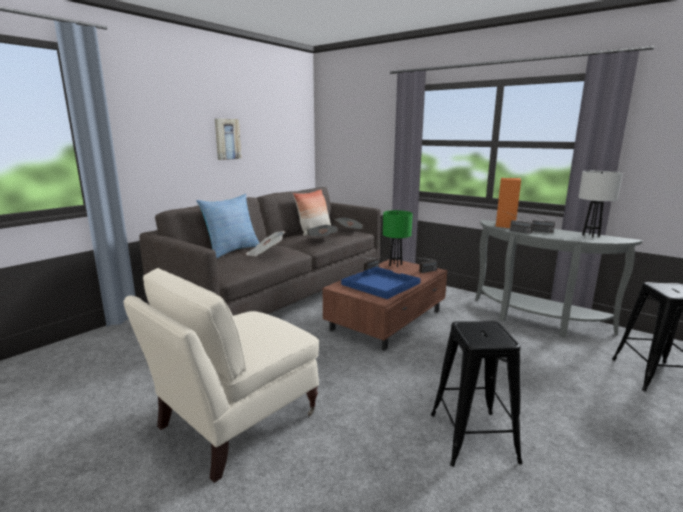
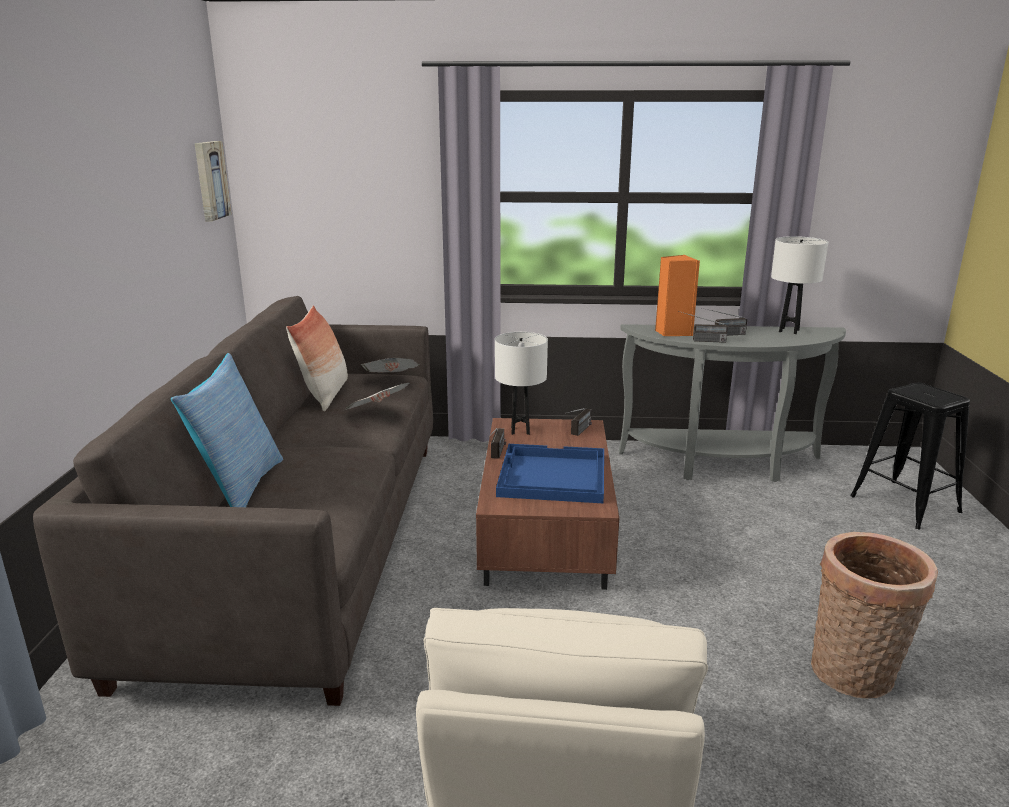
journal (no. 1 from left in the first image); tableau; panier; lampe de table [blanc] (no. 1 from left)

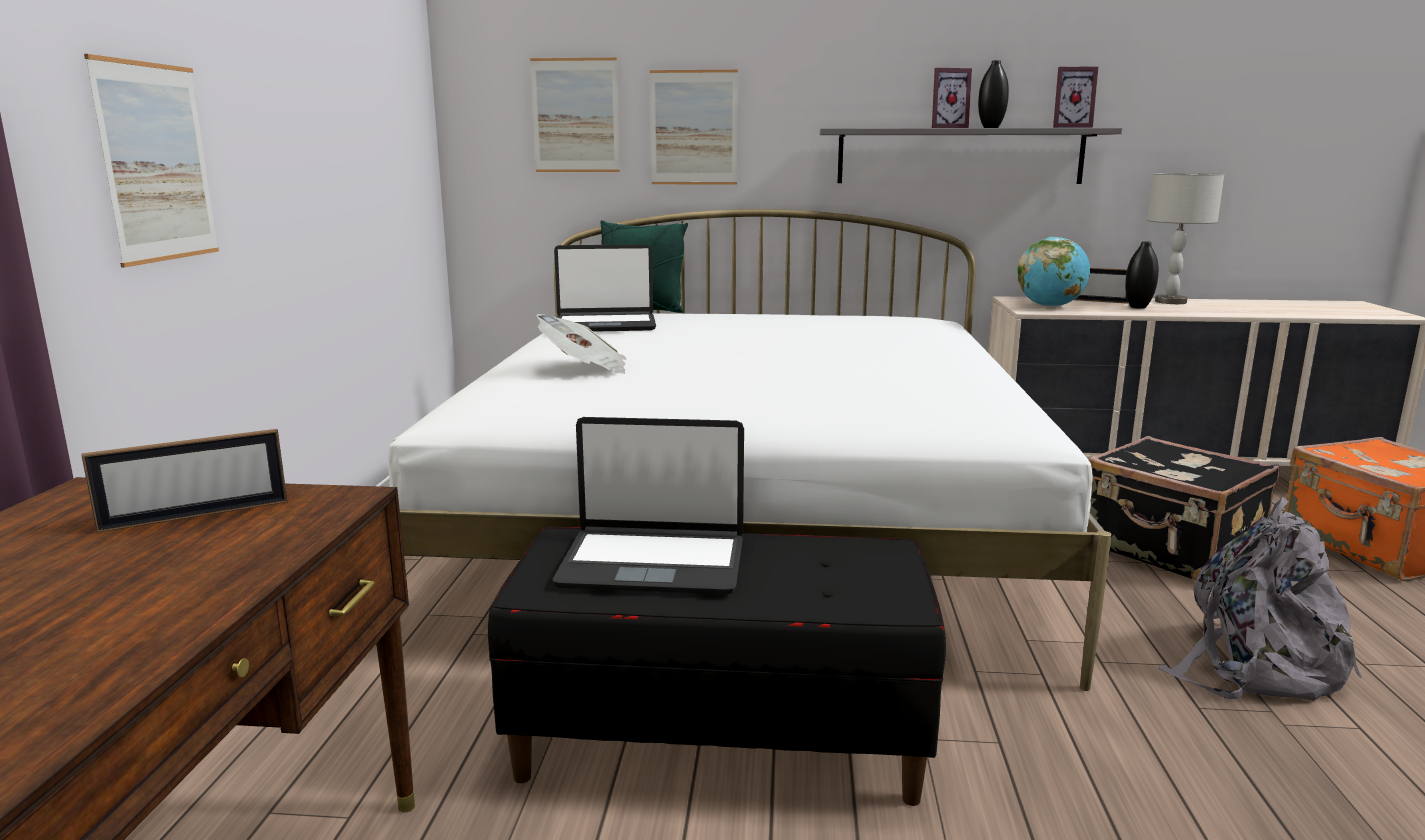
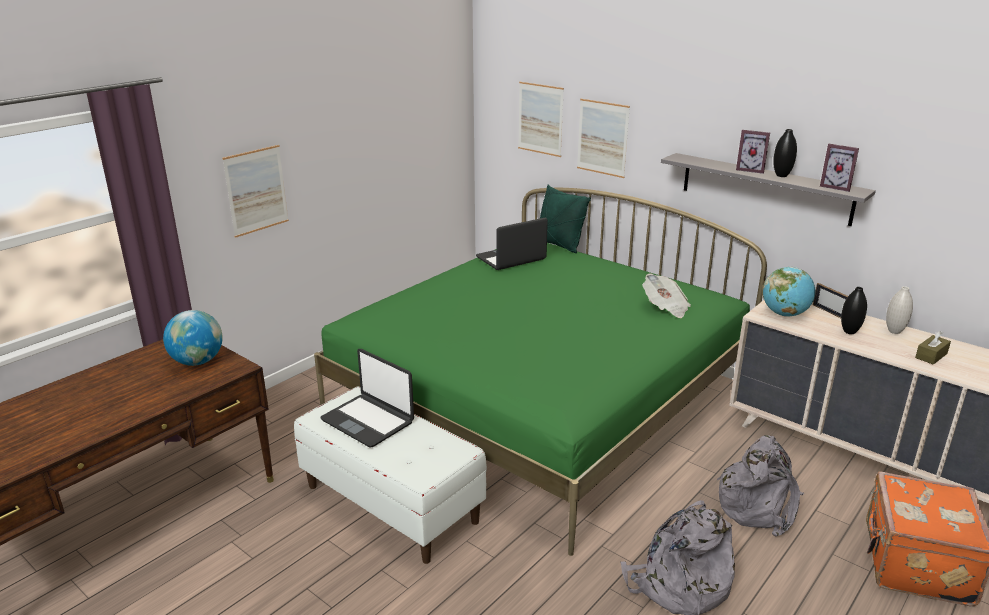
boîte à mouchoirs [marron]; journal; globe (no. 1 from left); sac à dos [gris] (no. 2 from left); vase [blanc]; lit [vert]; banc [blanc]; ordinateur portable (no. 2 from left)

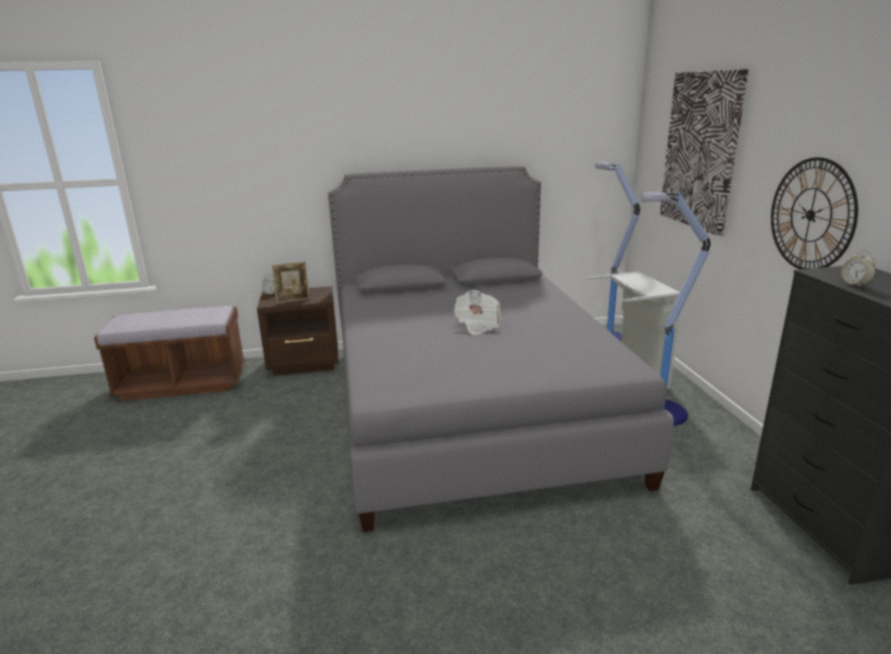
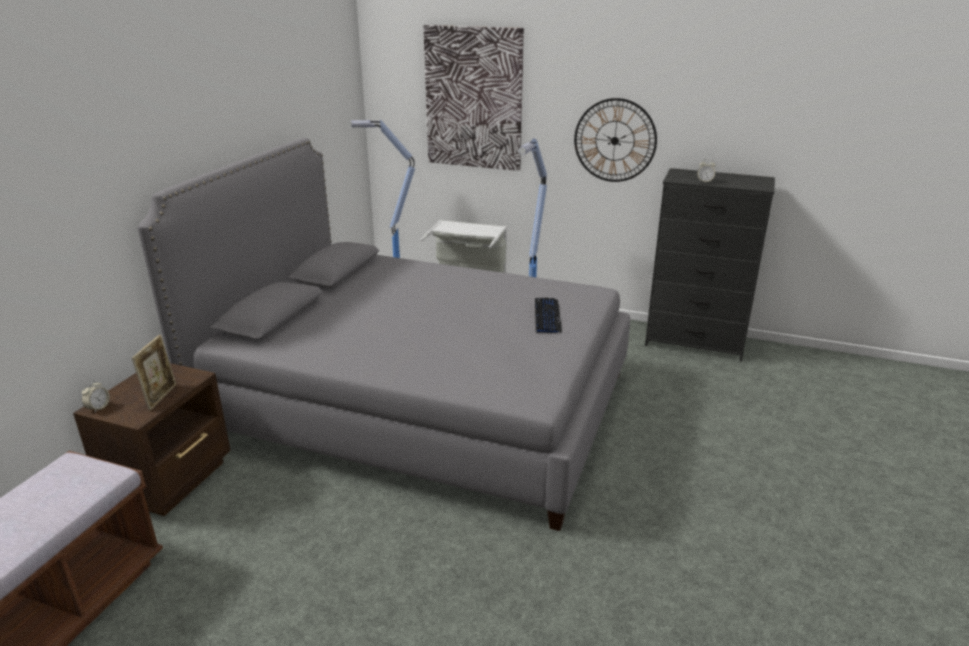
journal; clavier

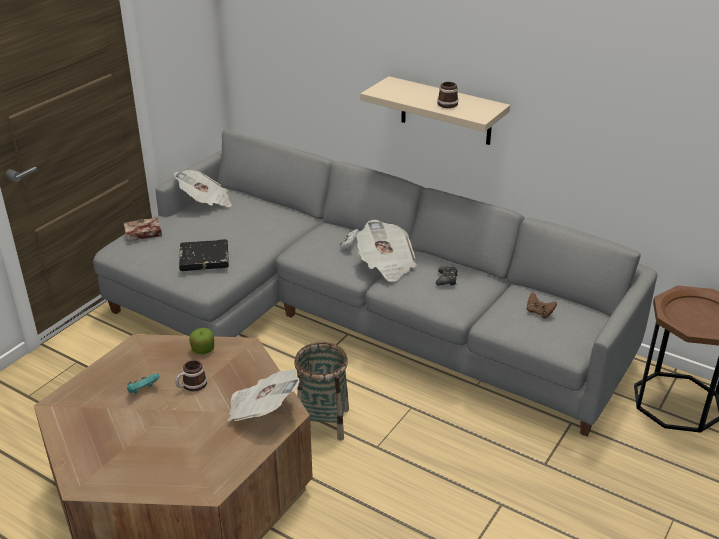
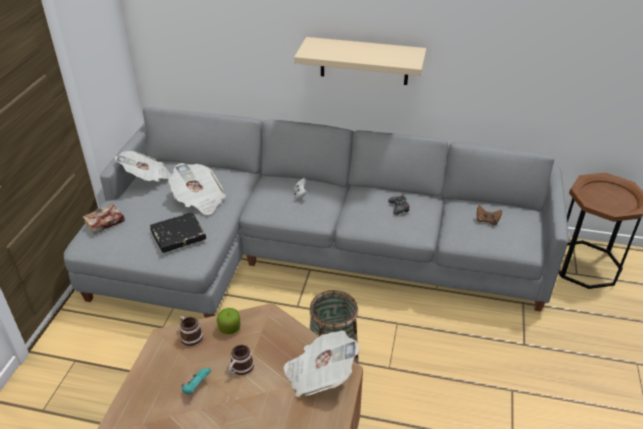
journal (no. 2 from left); mug (no. 1 from left)

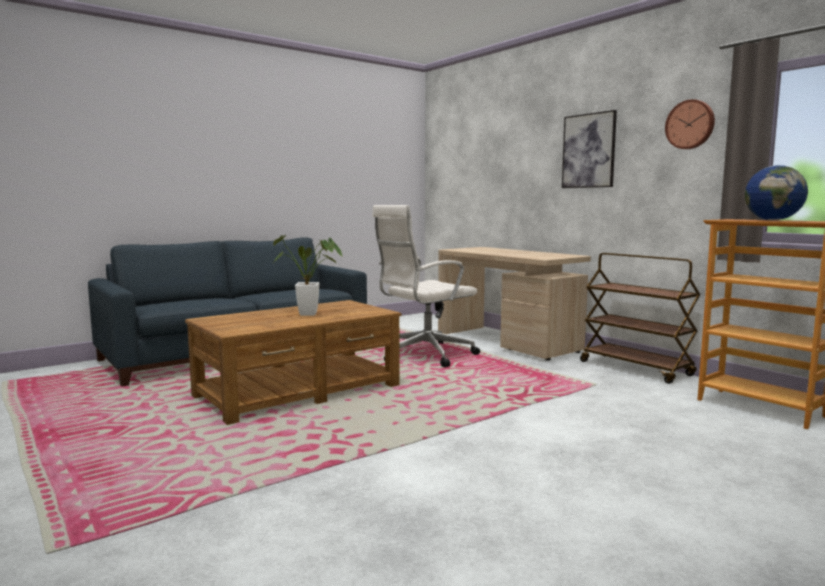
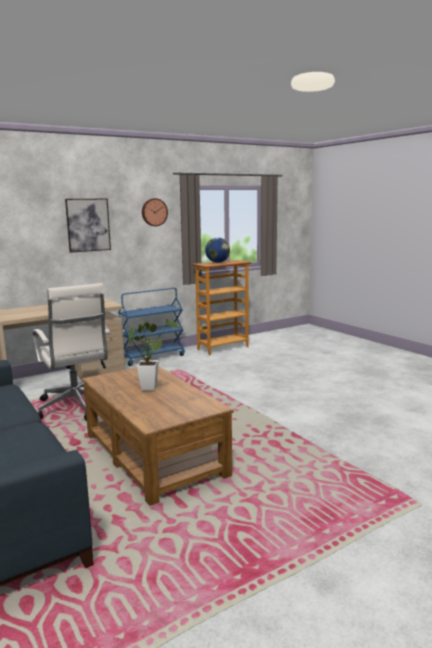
chariot [bleu]

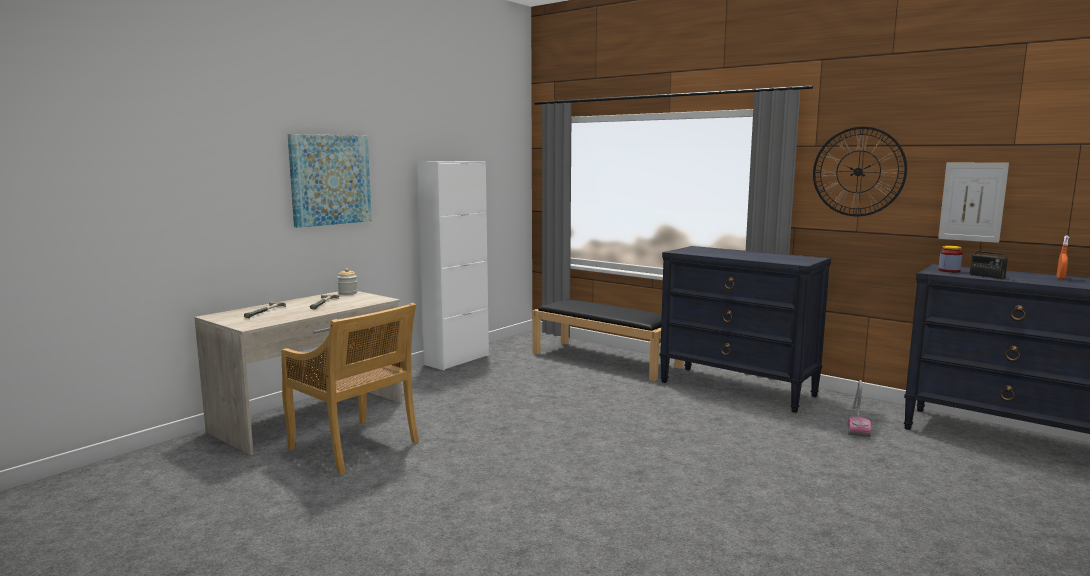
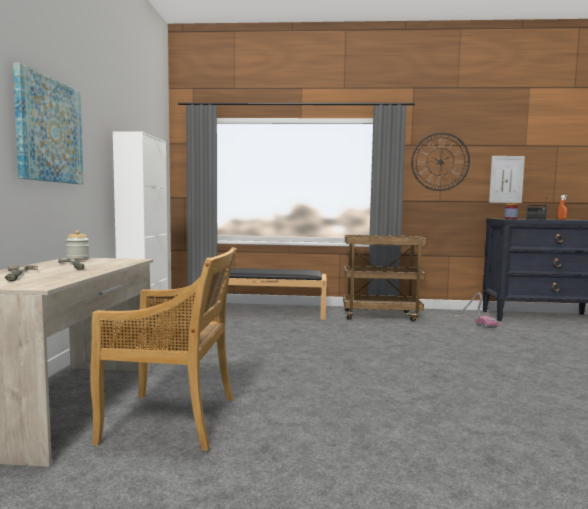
chariot [marron]

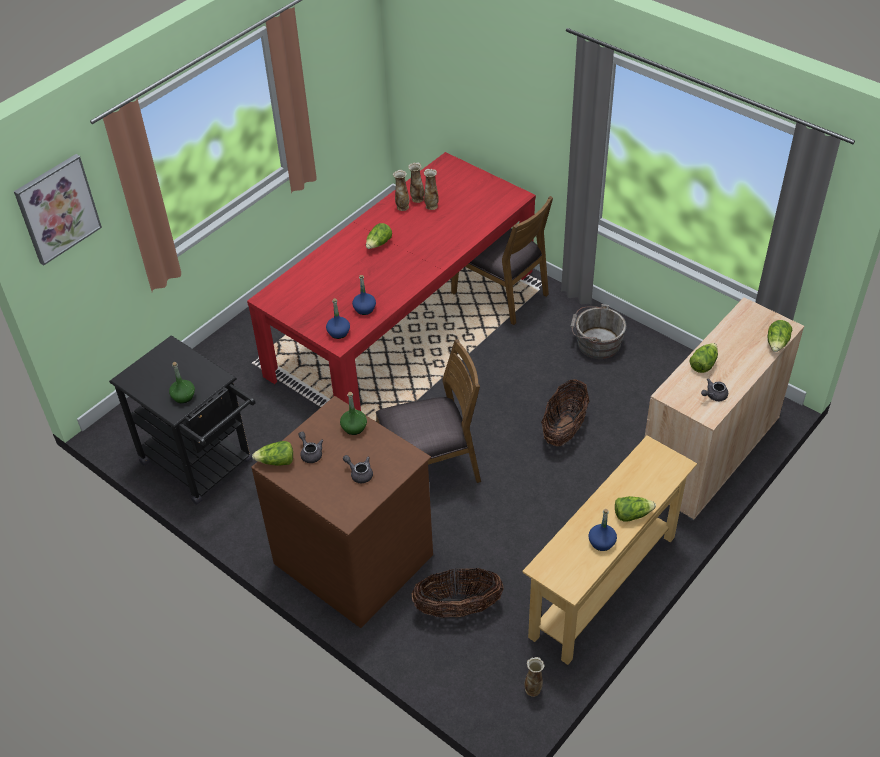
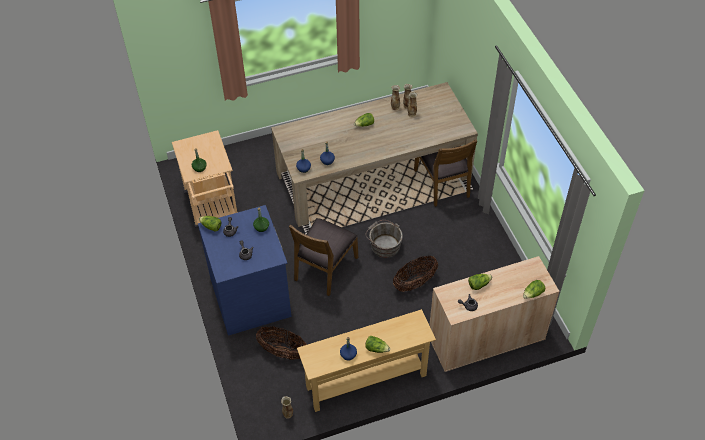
tableau; seau [gris]; chariot [beige]; table à manger [beige]; commode [bleu]; chaise [marron] (no. 1 from left)

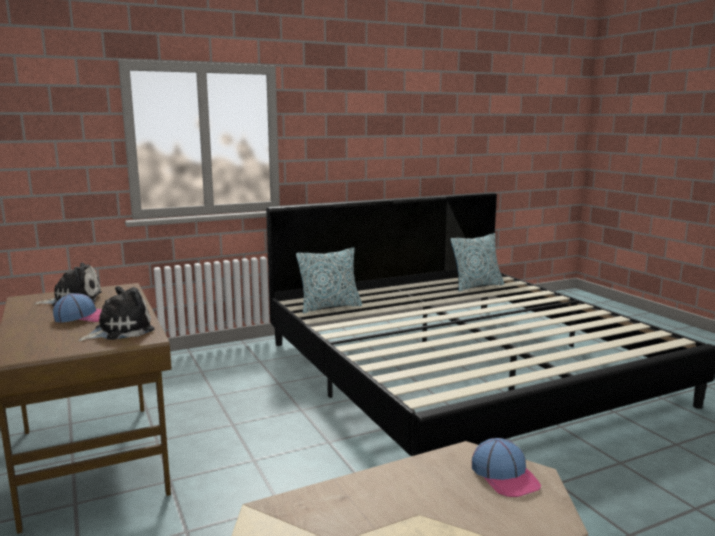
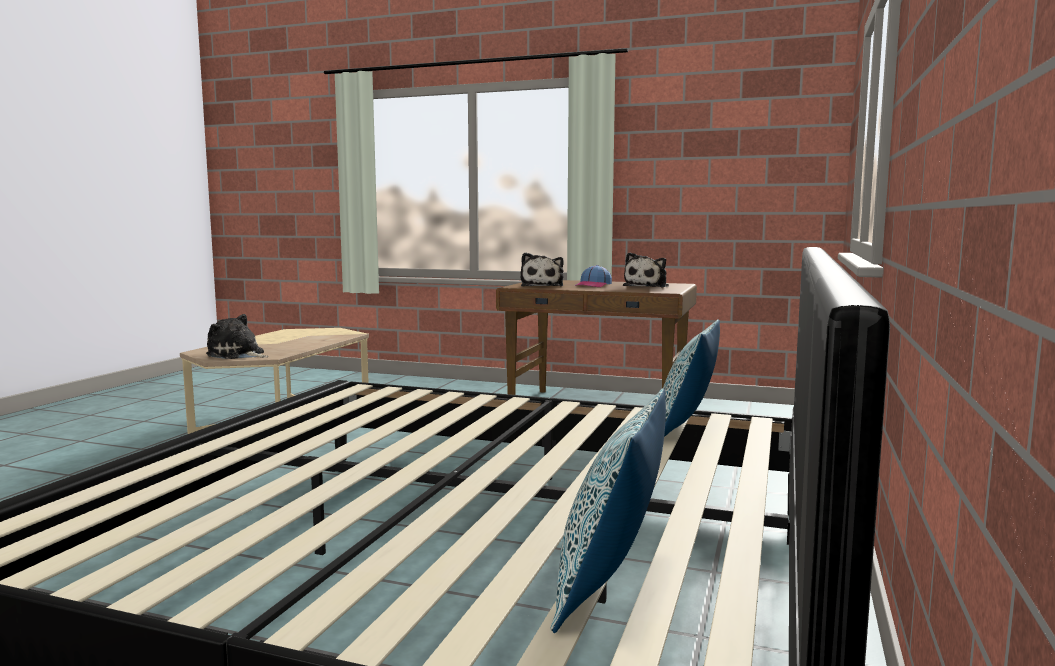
peluche (no. 1 from left)

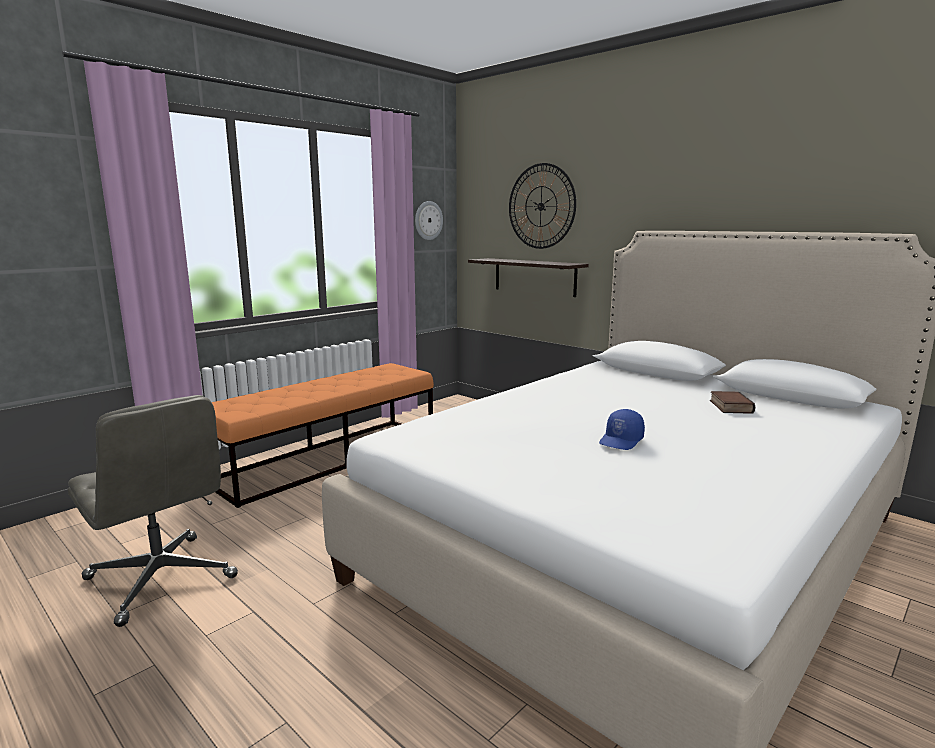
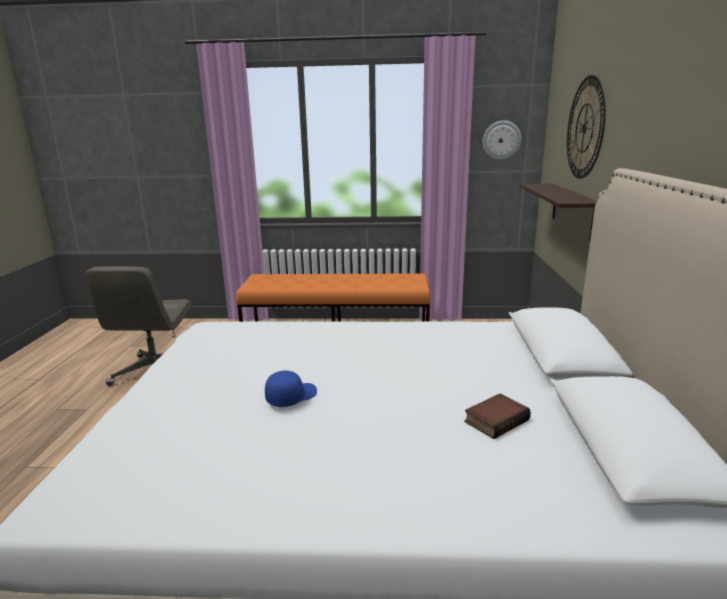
casquette [bleu]

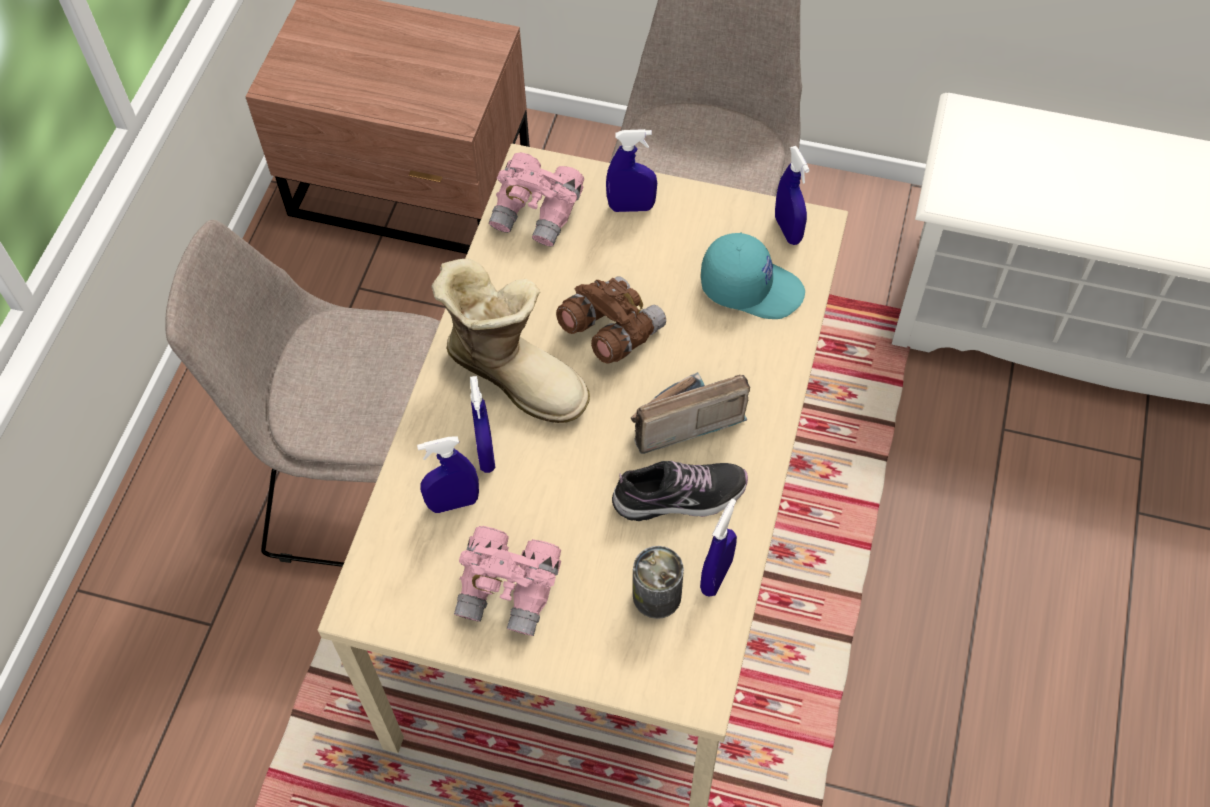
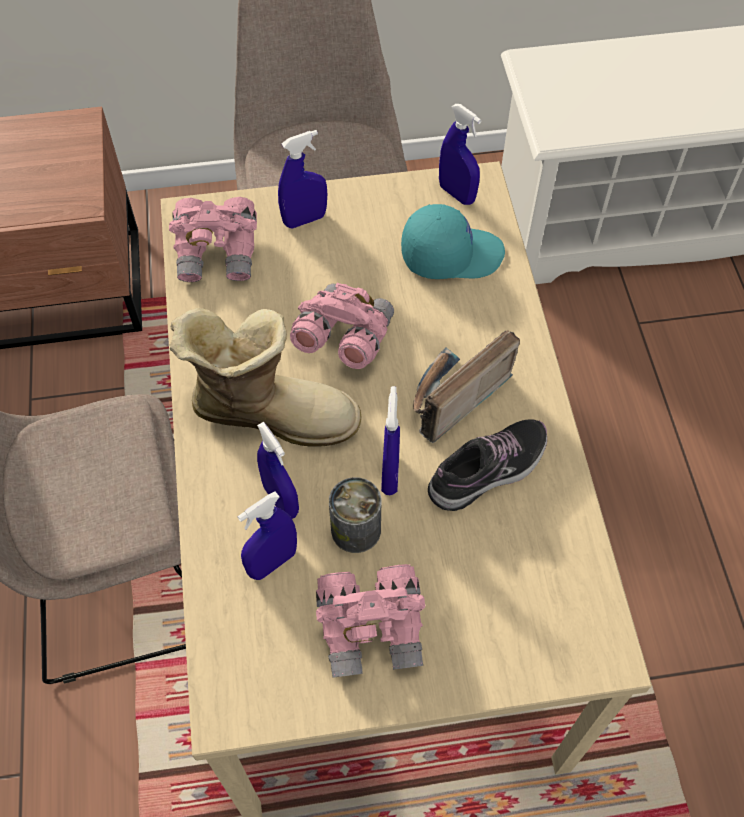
boîte métallique; vaporisateur [bleu] (no. 4 from left); jumelles [rose] (no. 2 from left)

